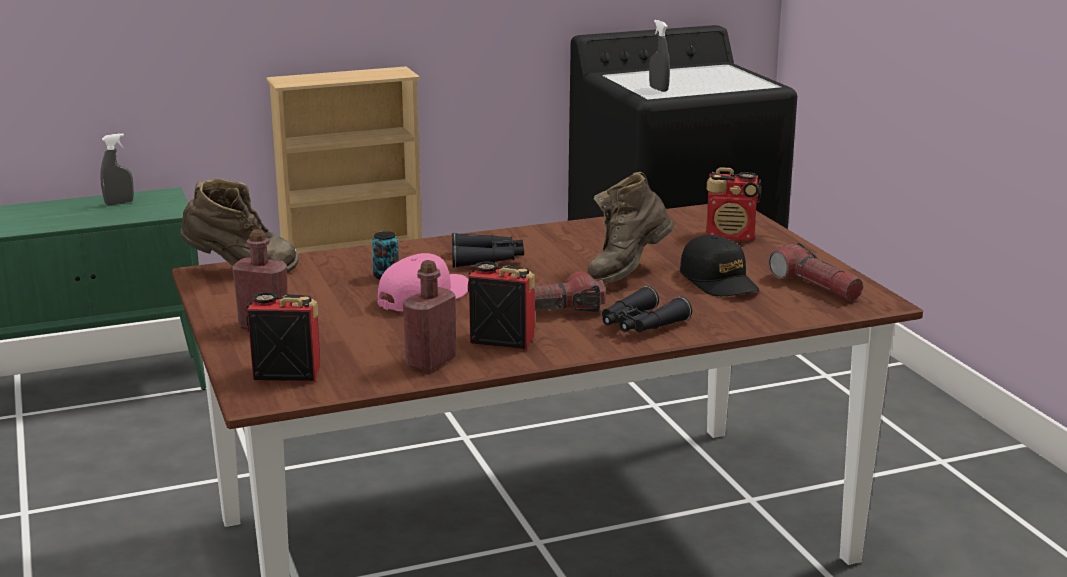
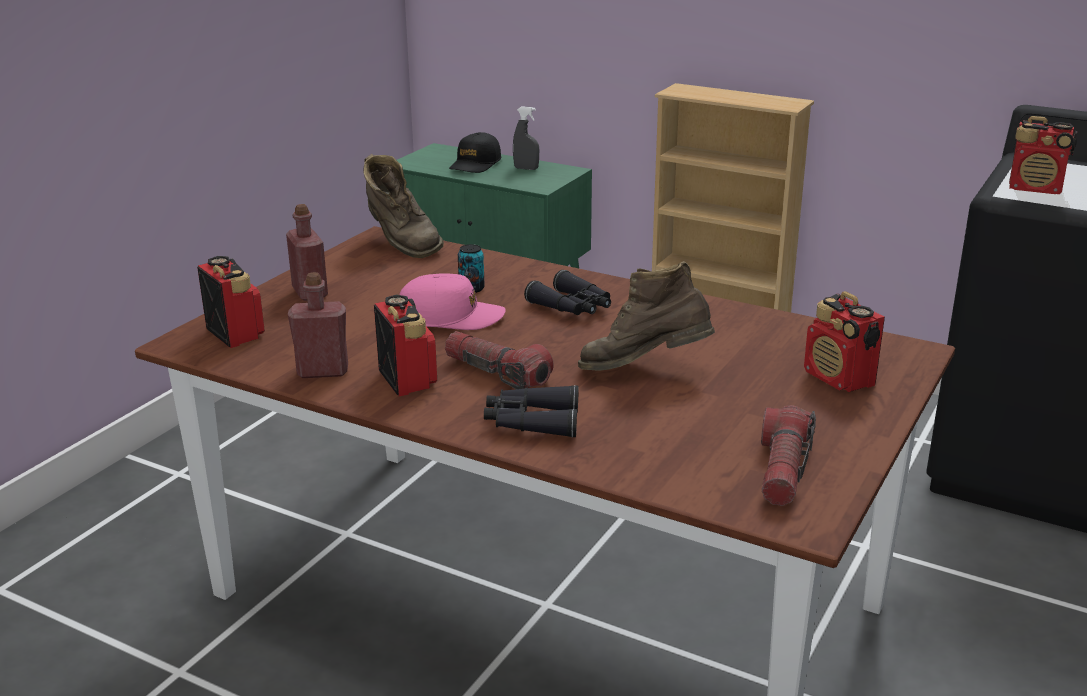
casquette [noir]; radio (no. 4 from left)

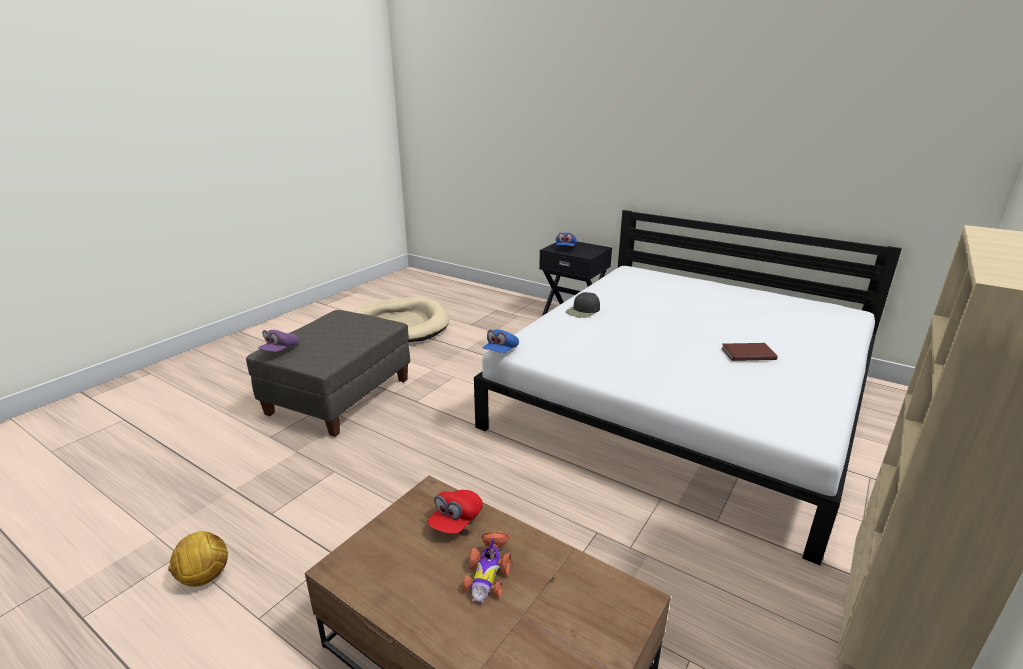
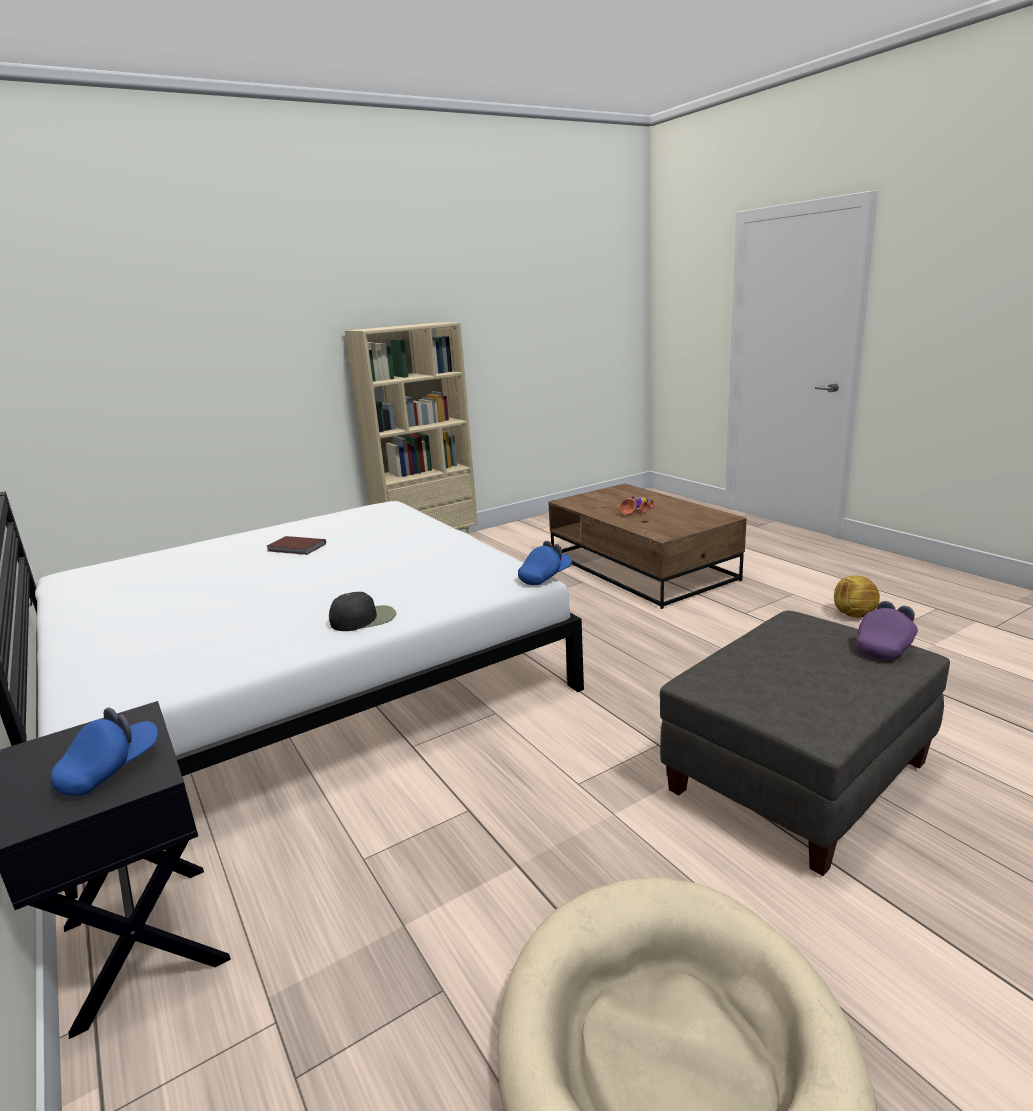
casquette [rouge]

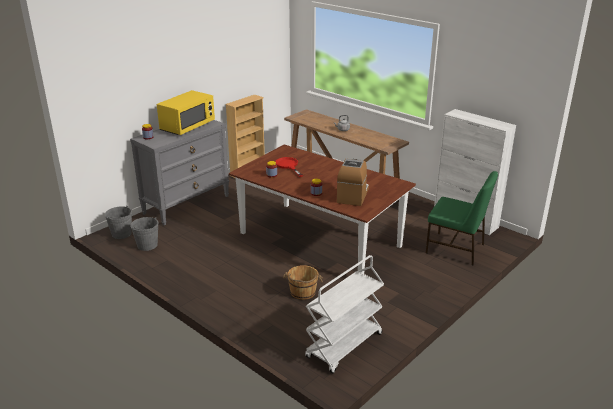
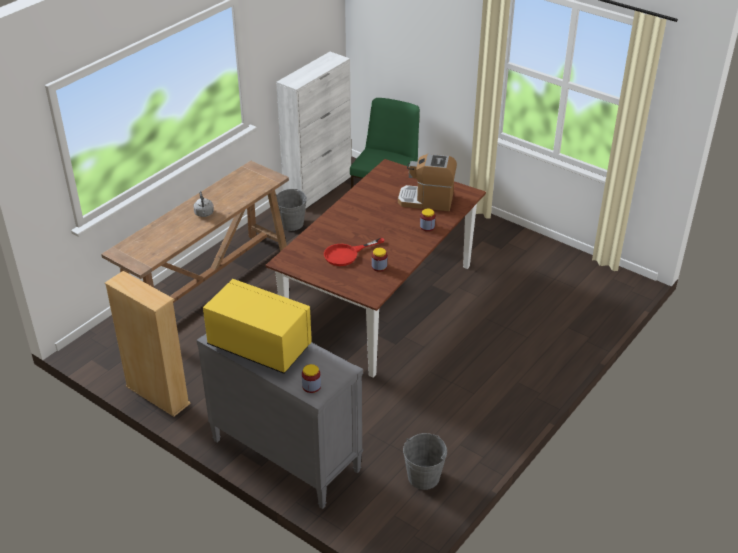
seau [marron]; chariot [blanc]; seau [gris] (no. 1 from left)

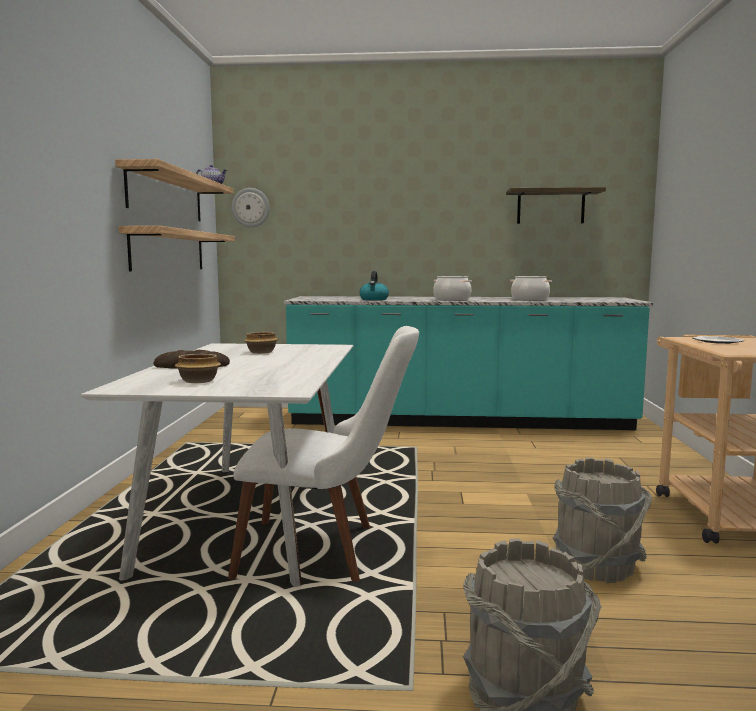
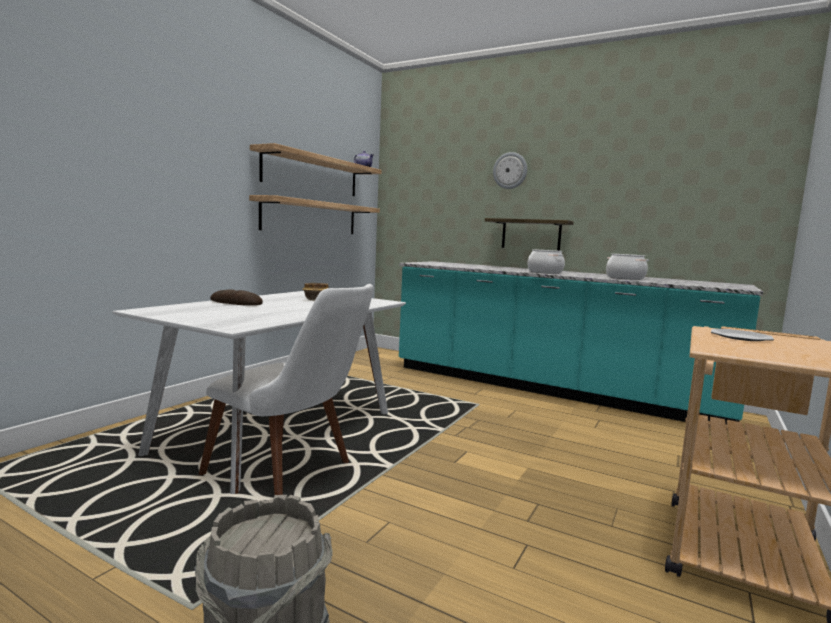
bol (no. 1 from left in the first image); bouilloire; seau [gris] (no. 2 from left in the first image); horloge murale; étagère (no. 3 from left)

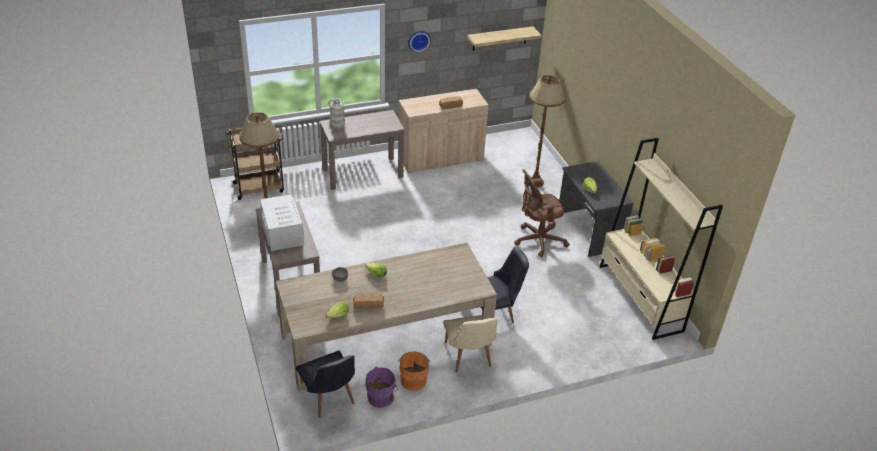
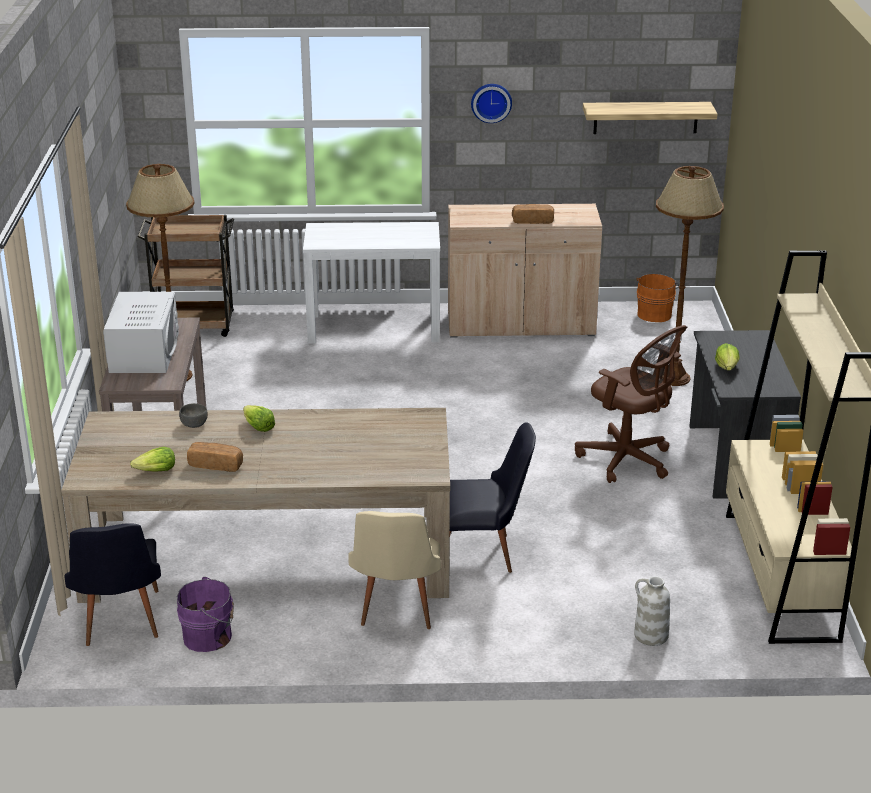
vase [blanc]; seau [orange]; table console [blanc]; chaise de bureau [marron]

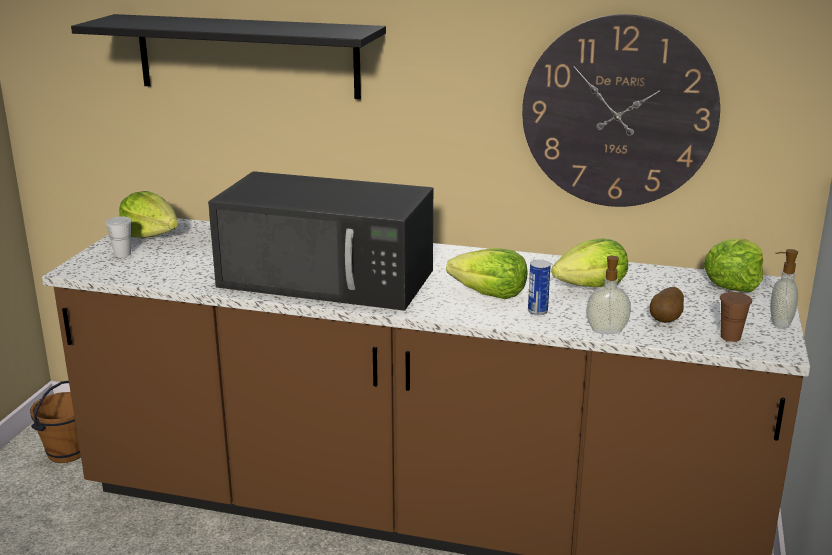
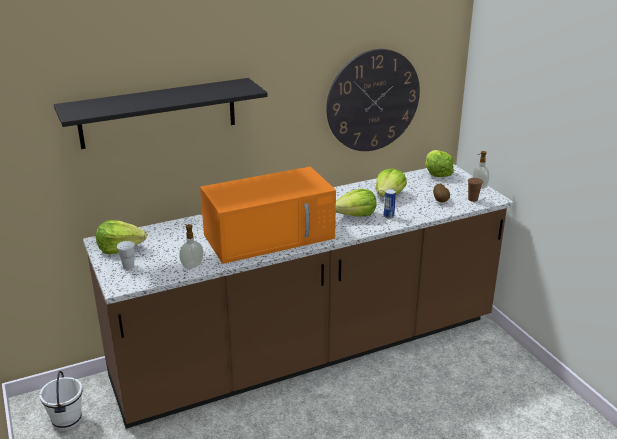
distributeur de savon (no. 1 from left); seau [blanc]; micro-ondes [orange]

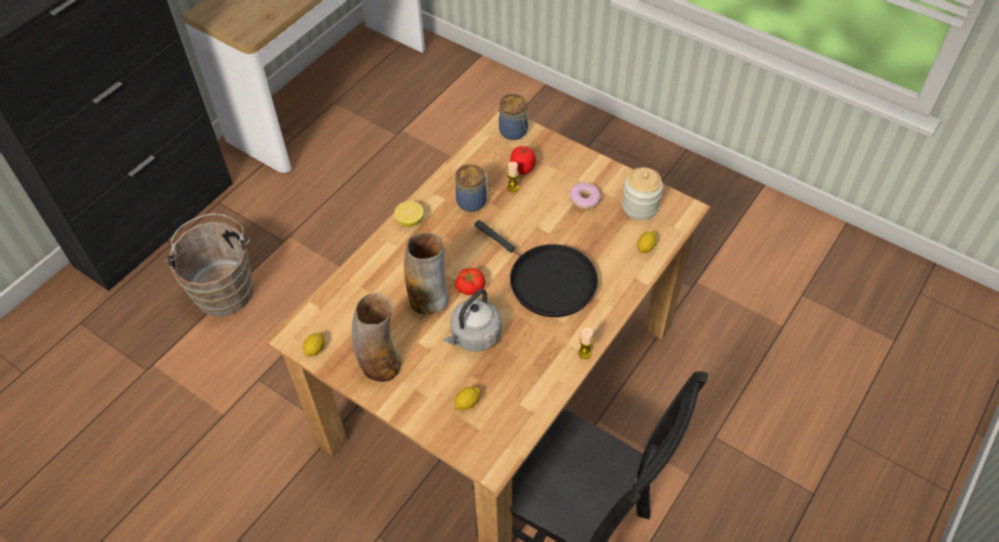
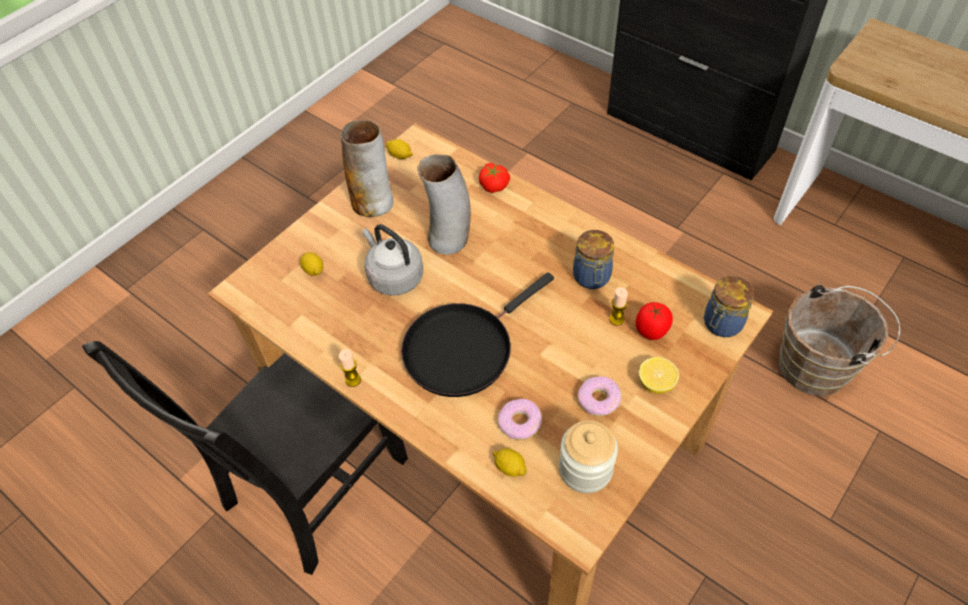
beignet (no. 1 from left); seau [marron]; citron (no. 4 from left); tomate (no. 1 from left)

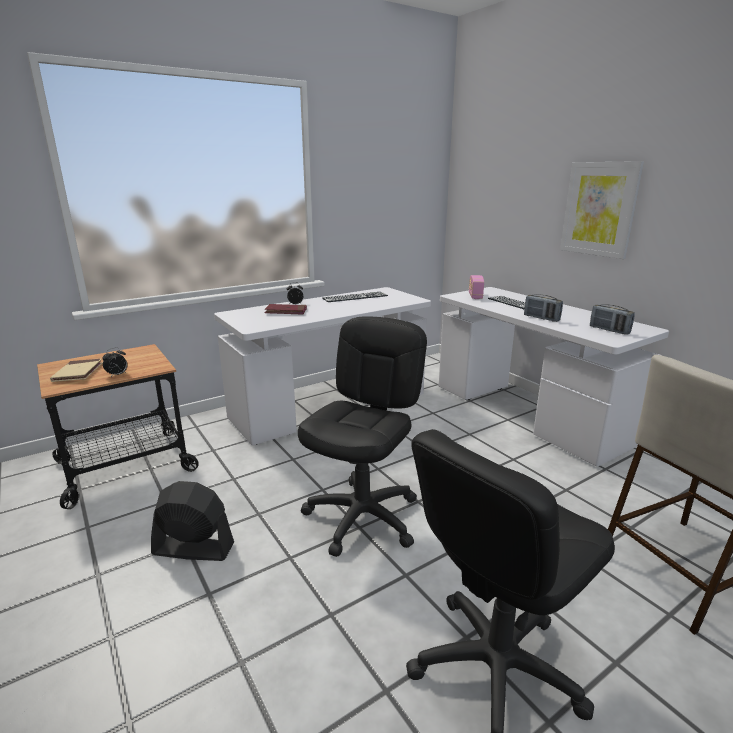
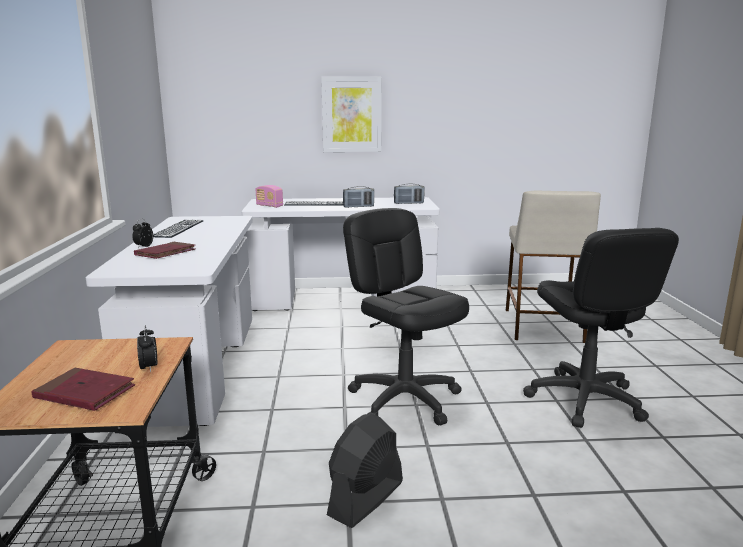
livre [rouge] (no. 1 from left)

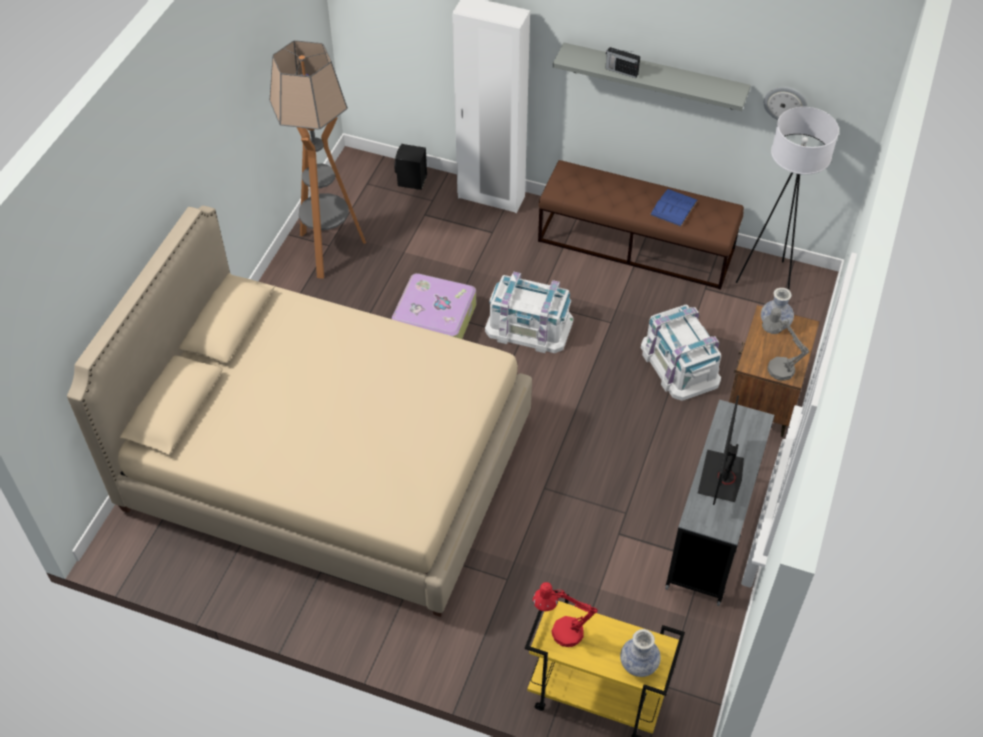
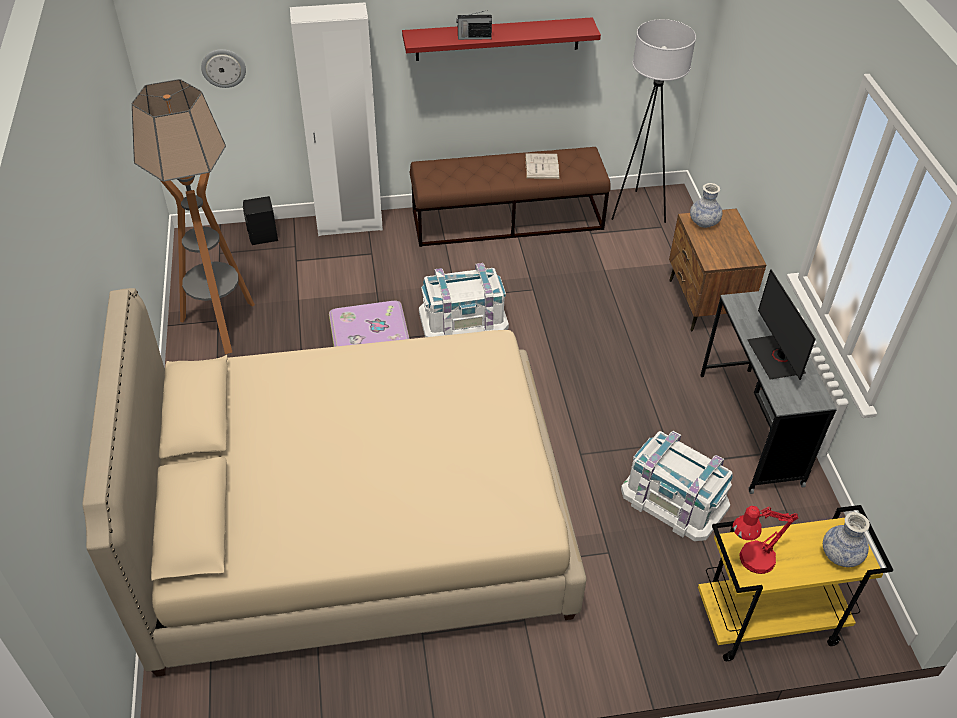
lampe de table [gris]; boîte de rangement [blanc] (no. 2 from left); horloge murale; étagère [rouge]; livre [blanc]

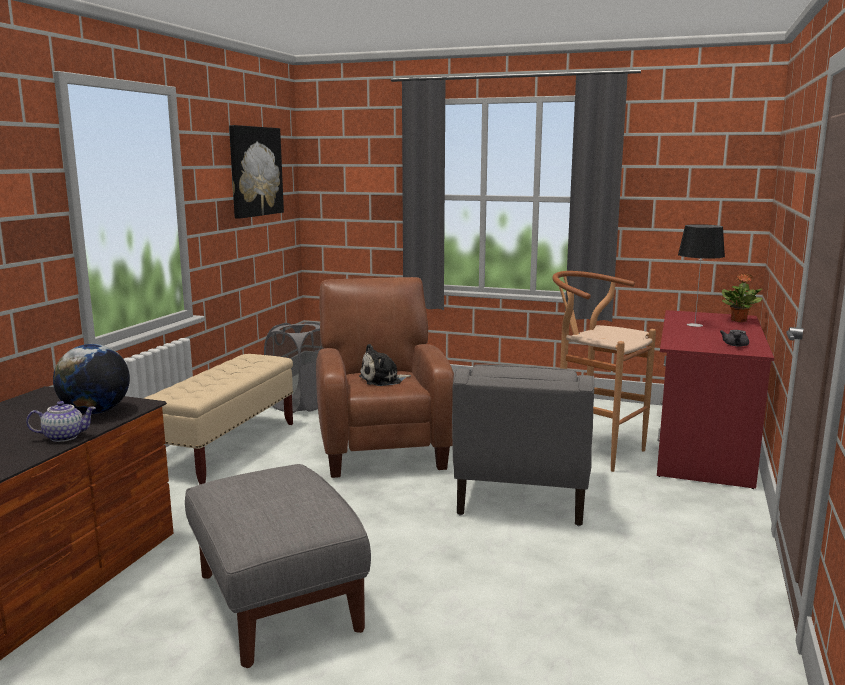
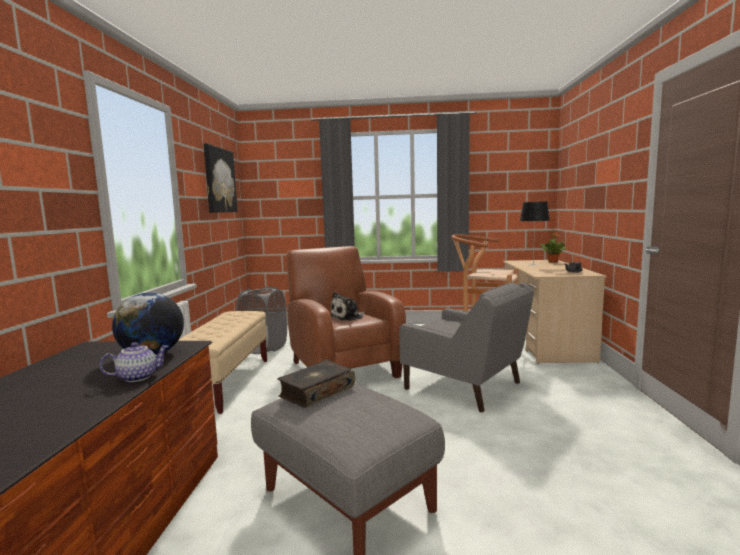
livre; bureau [beige]; fauteuil [gris]

